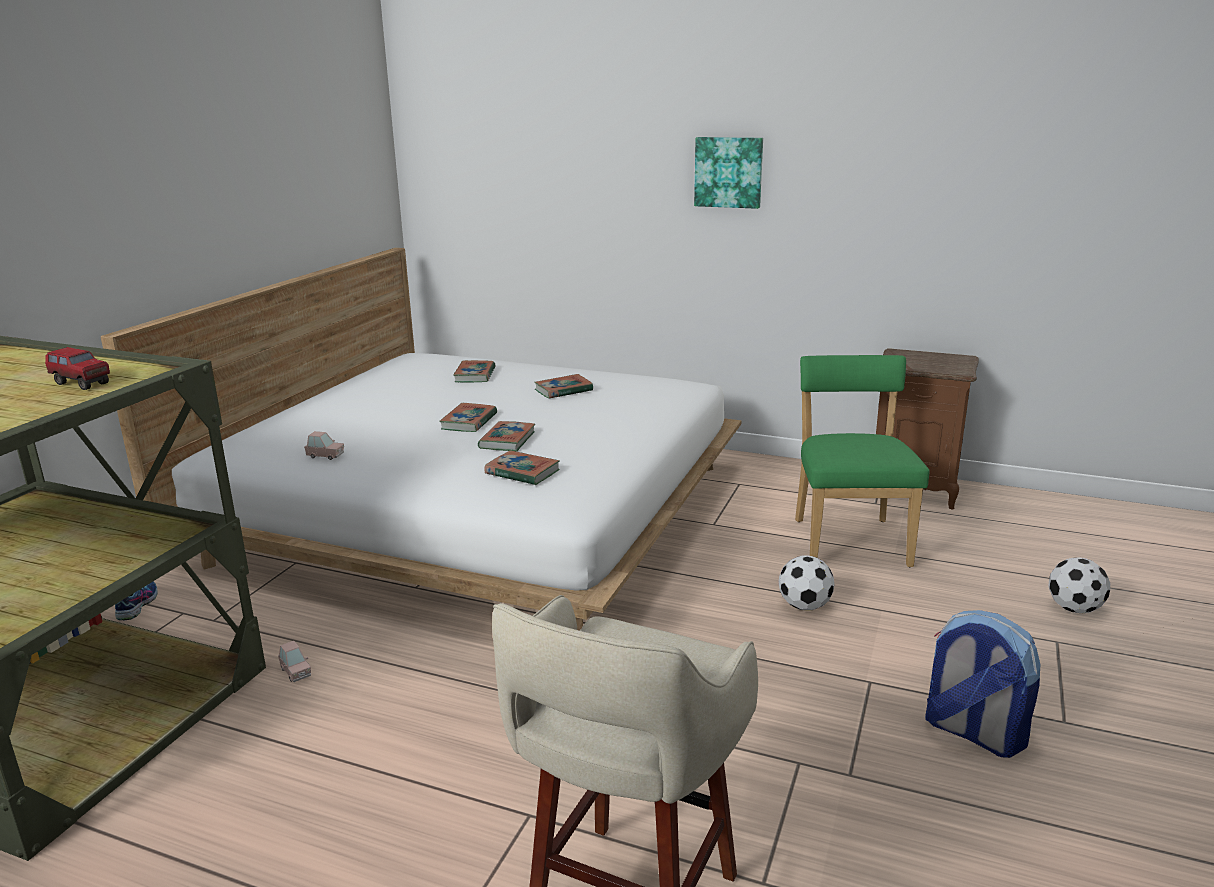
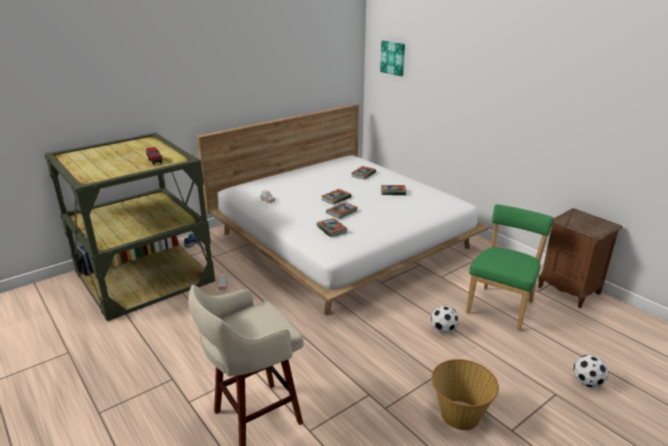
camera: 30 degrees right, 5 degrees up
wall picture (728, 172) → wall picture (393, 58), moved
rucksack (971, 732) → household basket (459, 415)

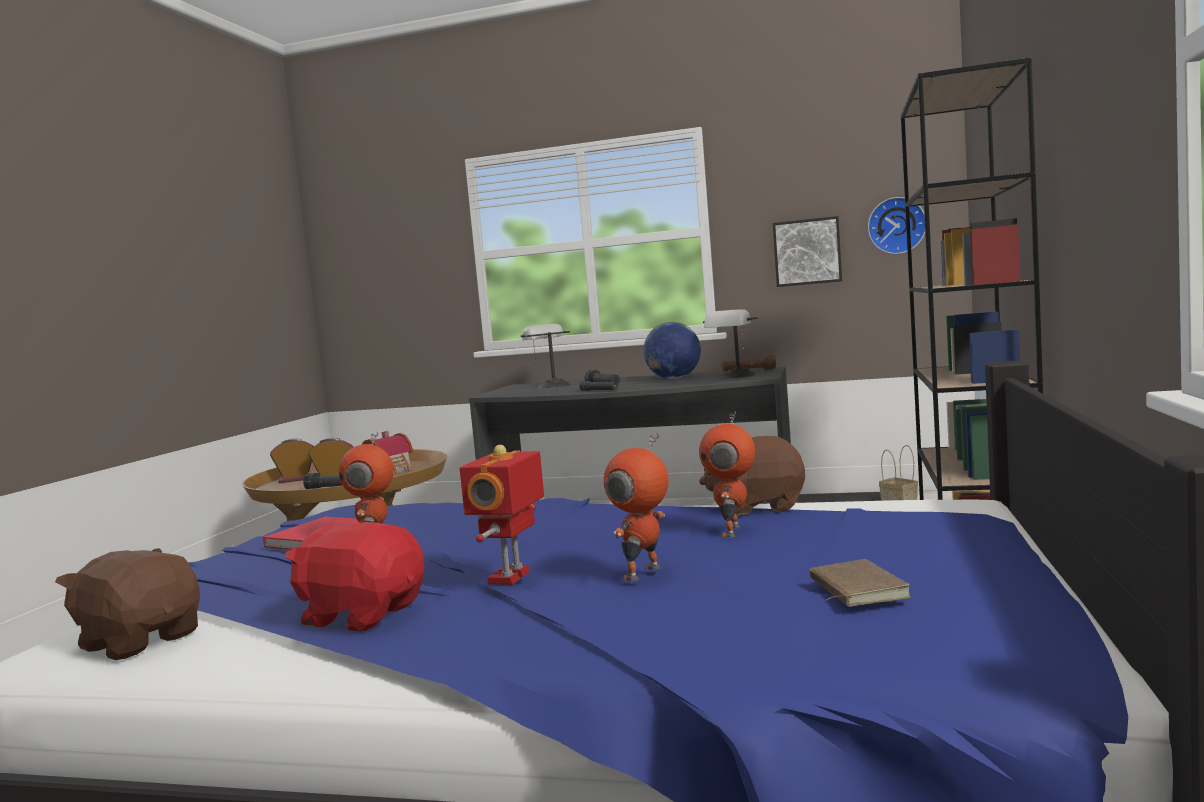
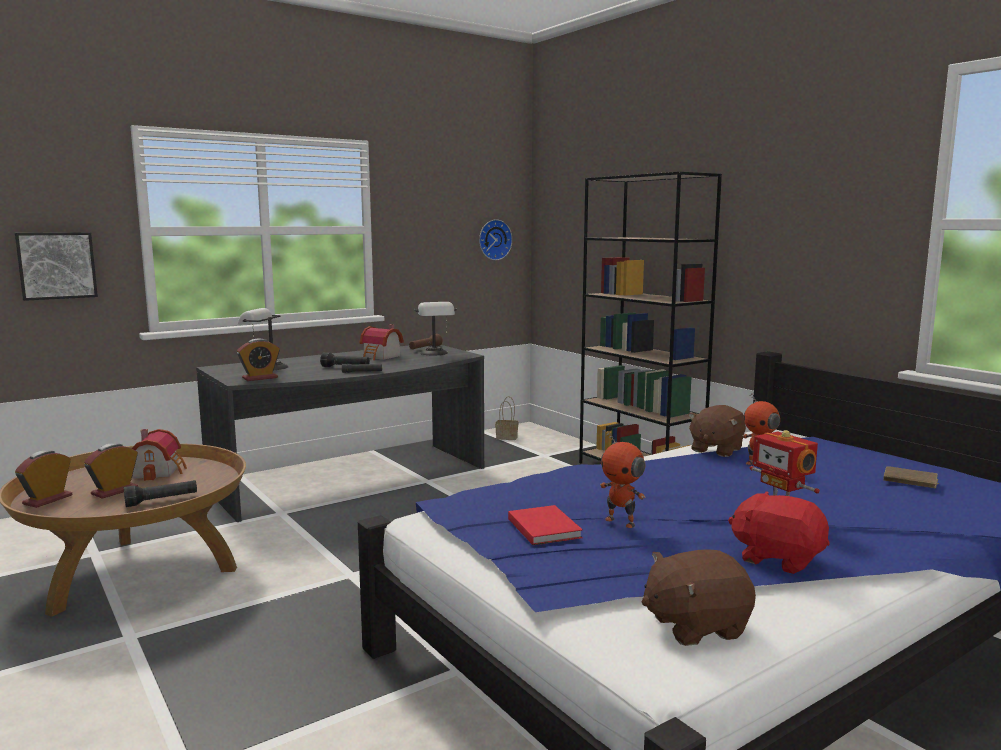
camera: 50 degrees left, 5 degrees up
model robot (644, 573) → -
- → table clock (260, 378)
wall picture (807, 252) → wall picture (56, 265), moved
globe (674, 378) → toy house (381, 357)
reddish plush toy (362, 615) → reddish plush toy (777, 558), 60 degrees clockwise

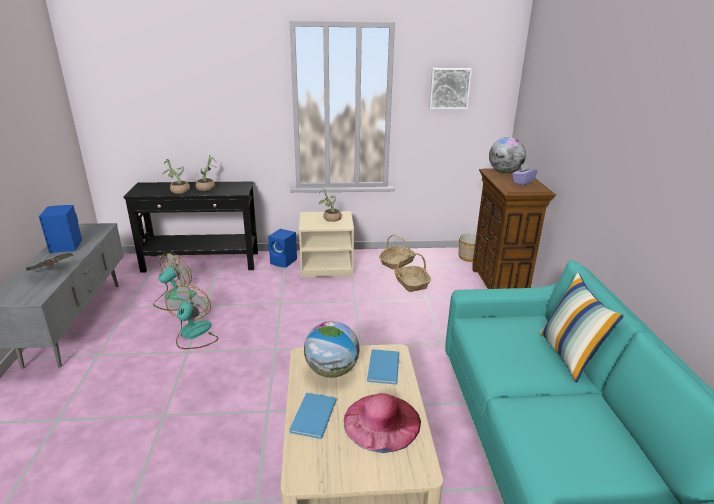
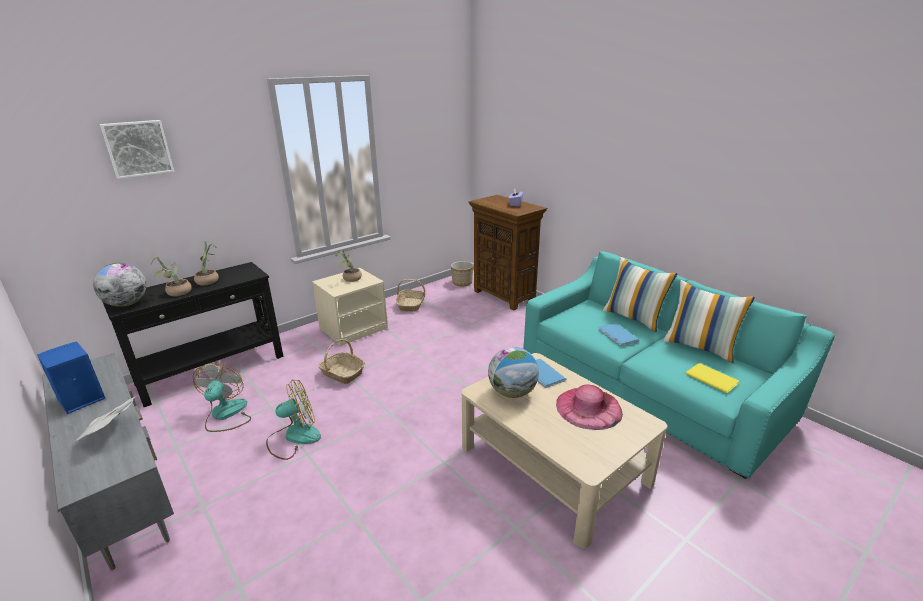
camera: 35 degrees left, 0 degrees up
blue speaker (284, 262) → -
- → pillow (700, 347)
- → yellow volume (711, 378)
blue volume (311, 417) → blue volume (617, 336), moved
household basket (411, 283) → household basket (342, 373), moved
wall picture (449, 88) → wall picture (138, 148), moved
globe (504, 172) → globe (127, 304), moved
electric fan (193, 335) → electric fan (294, 437), 105 degrees clockwise

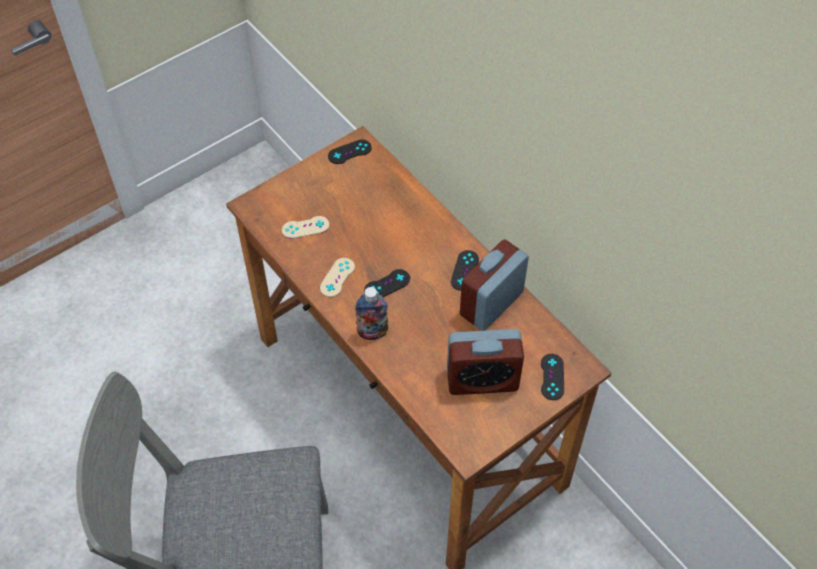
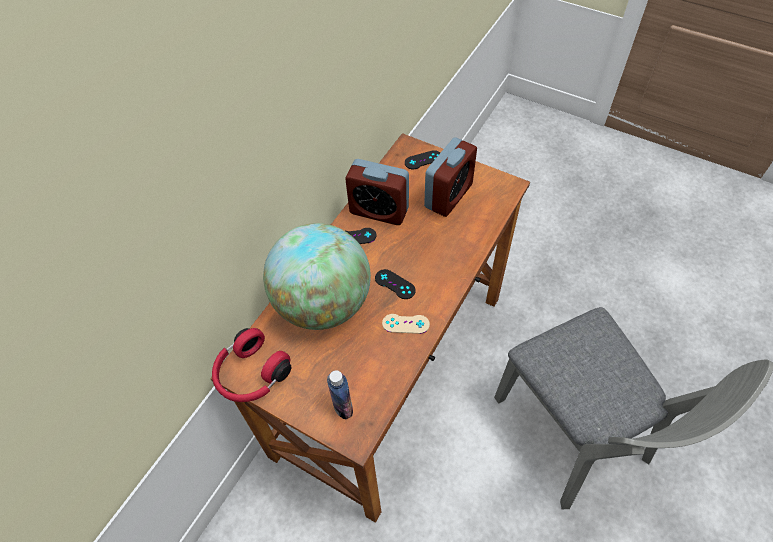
camera: 110 degrees left, 0 degrees up
beige joypad (305, 227) → -
- → globe (323, 303)
bottle (372, 332) → bottle (343, 407), moved
black-coloured joypad (349, 152) → reddish headphones (251, 375)
table clock (482, 380) → table clock (448, 196), 60 degrees clockwise

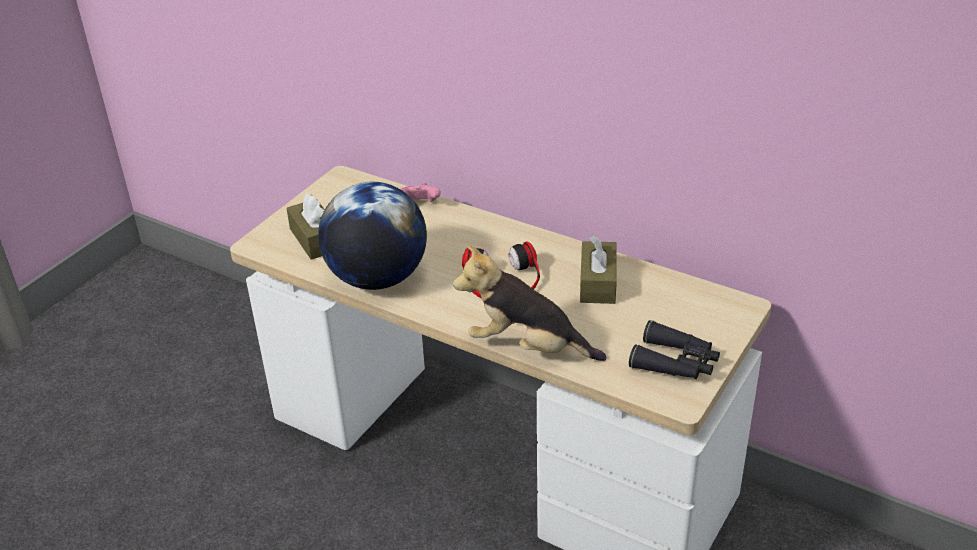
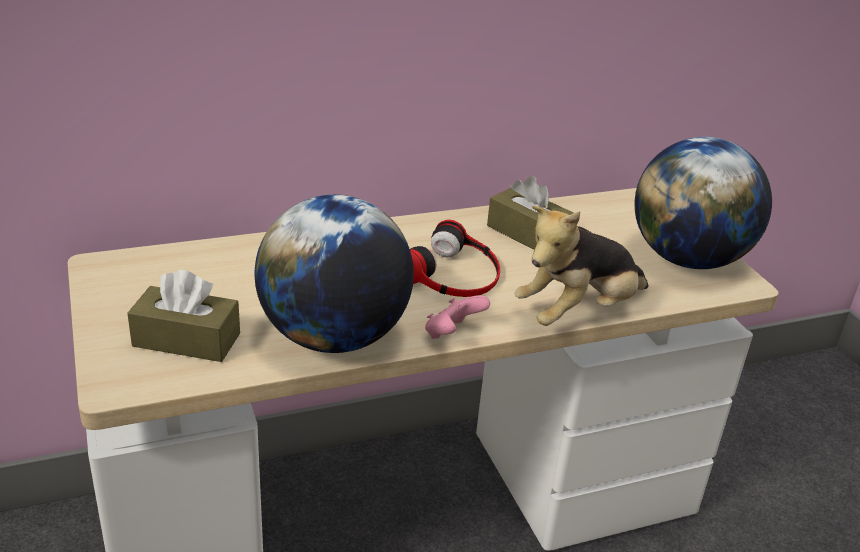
camera: 55 degrees left, 5 degrees down
pinkish joypad (419, 205) → pinkish joypad (452, 334), moved
black-coloured field glasses (676, 362) → globe (688, 259)

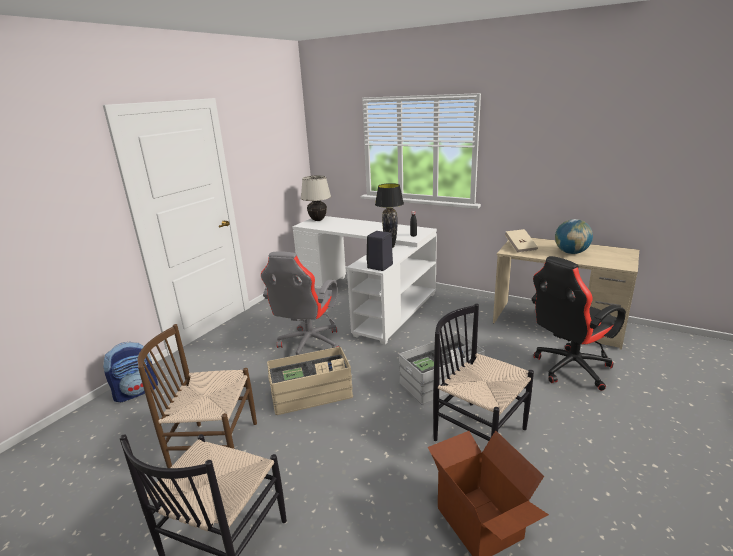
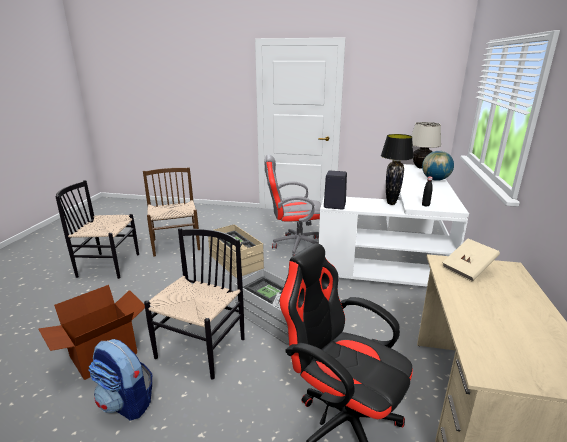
camera: 70 degrees right, 0 degrees up
rucksack (136, 392) → rucksack (126, 403), moved
globe (571, 252) → globe (435, 180), moved

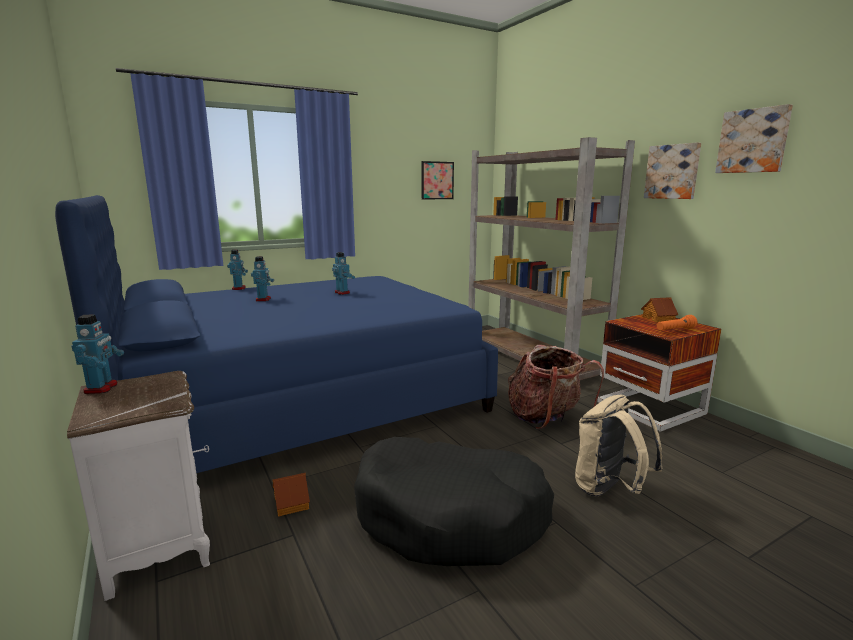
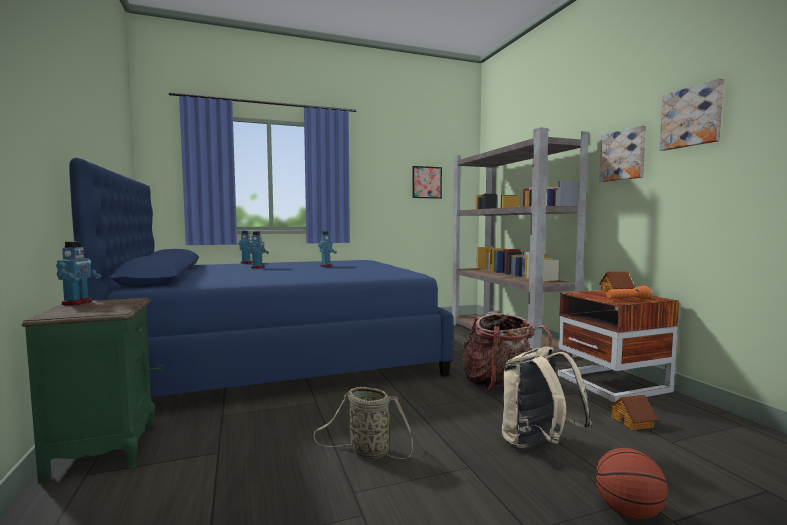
camera: 10 degrees right, 10 degrees down
- → basketball ball (628, 512)
toy house (292, 503) → toy house (632, 422), moved
black-coloured dog bed (450, 516) → household basket (366, 452)
white-coloured bedside table (161, 547) → greenish bedside table (106, 450)

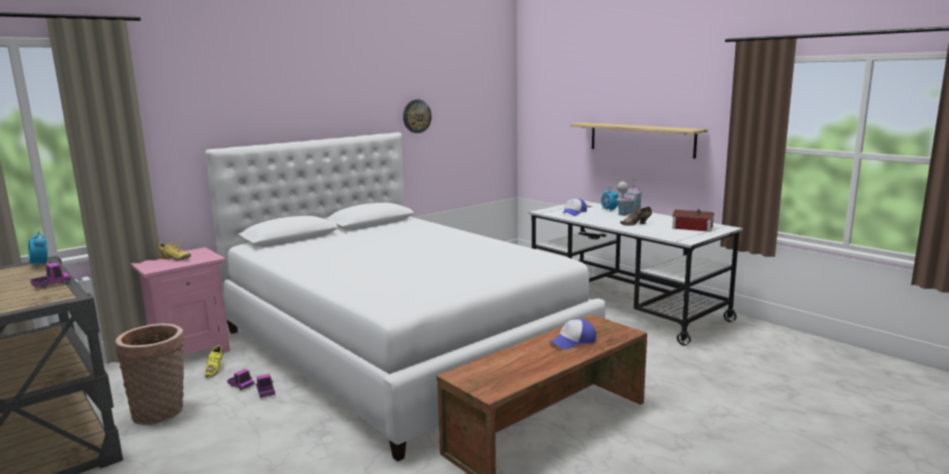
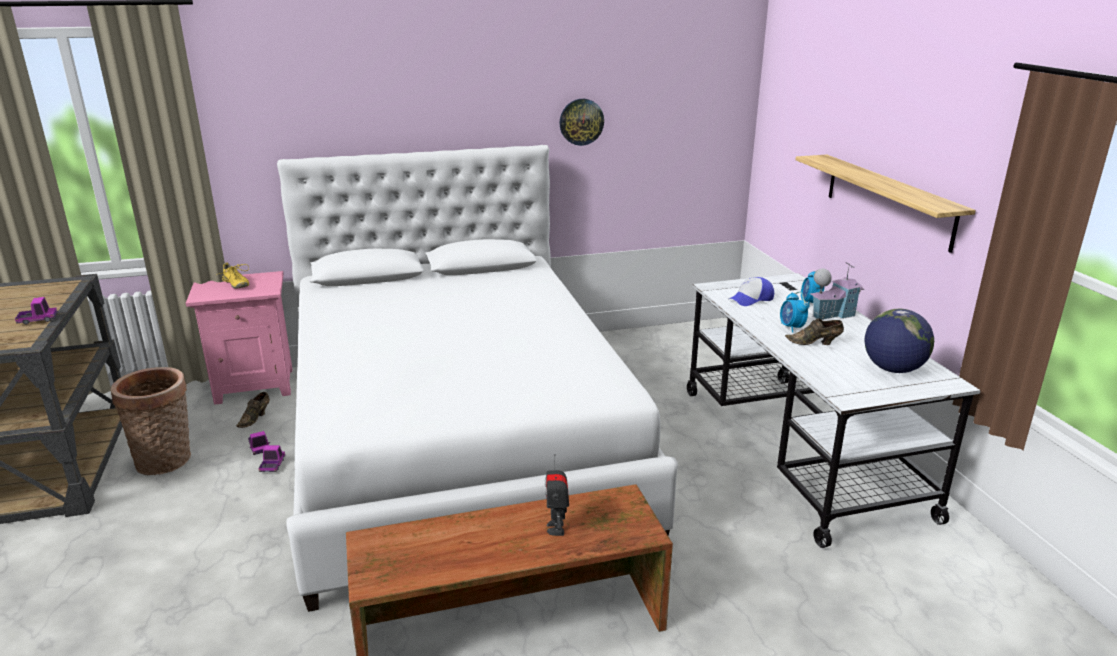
camera: 25 degrees right, 10 degrees up
table clock (40, 264) → table clock (791, 327), moved
baseball cap (573, 341) → model robot (556, 528)
toy house (691, 227) → globe (893, 369)
yellow shoe (215, 370) → brown-coloured shoe (255, 418)

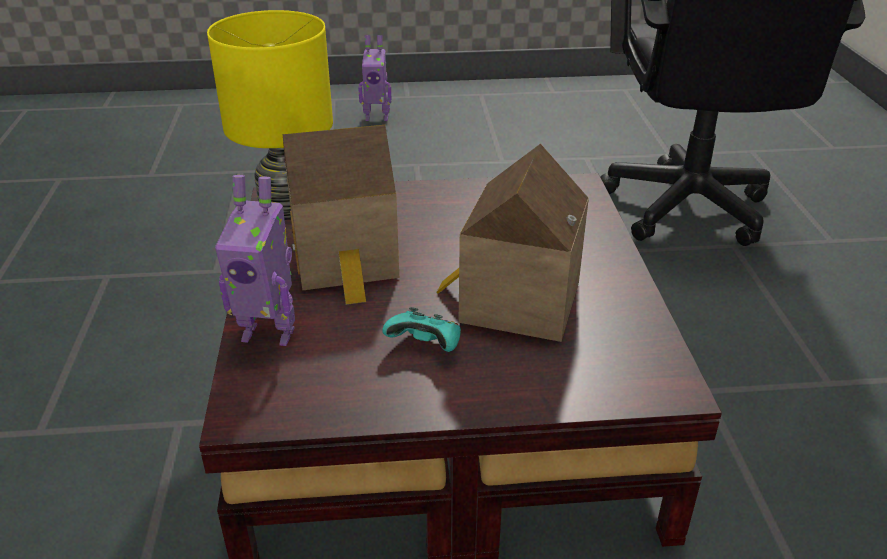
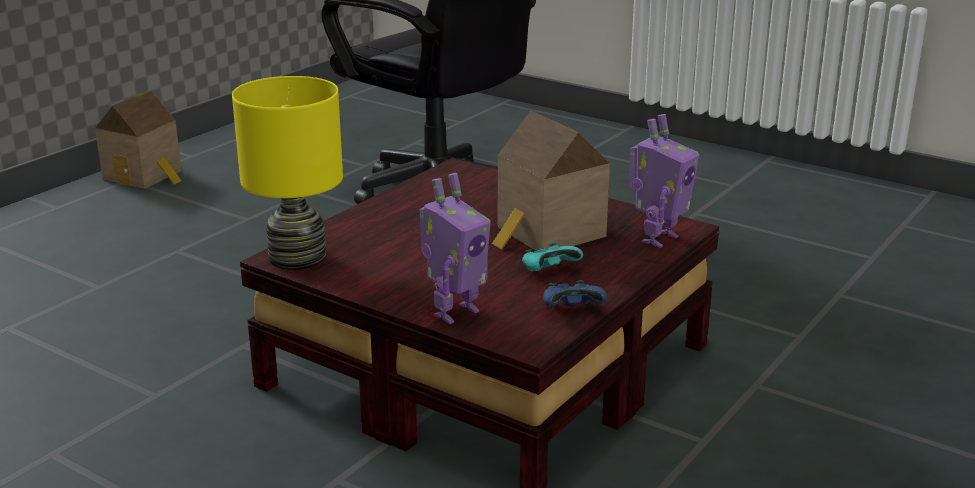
camera: 50 degrees left, 10 degrees down
- → blue joypad (572, 310)
toy house (347, 261) → toy house (145, 176), moved
model robot (377, 117) → model robot (657, 238), moved

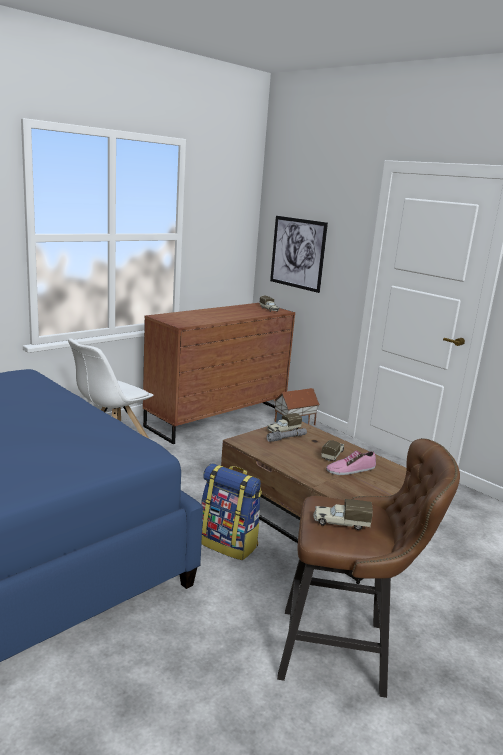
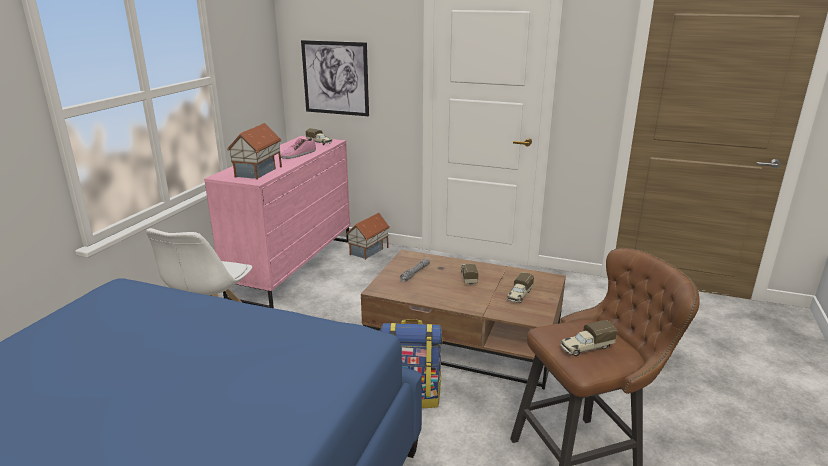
camera: 25 degrees left, 5 degrees up
- → toy house (259, 172)
toy lorry (283, 430) → toy lorry (519, 295), moved
shoe (350, 469) → shoe (298, 154), moved
brown-coloured drawer chest (217, 418) → pinkish drawer chest (292, 267)

